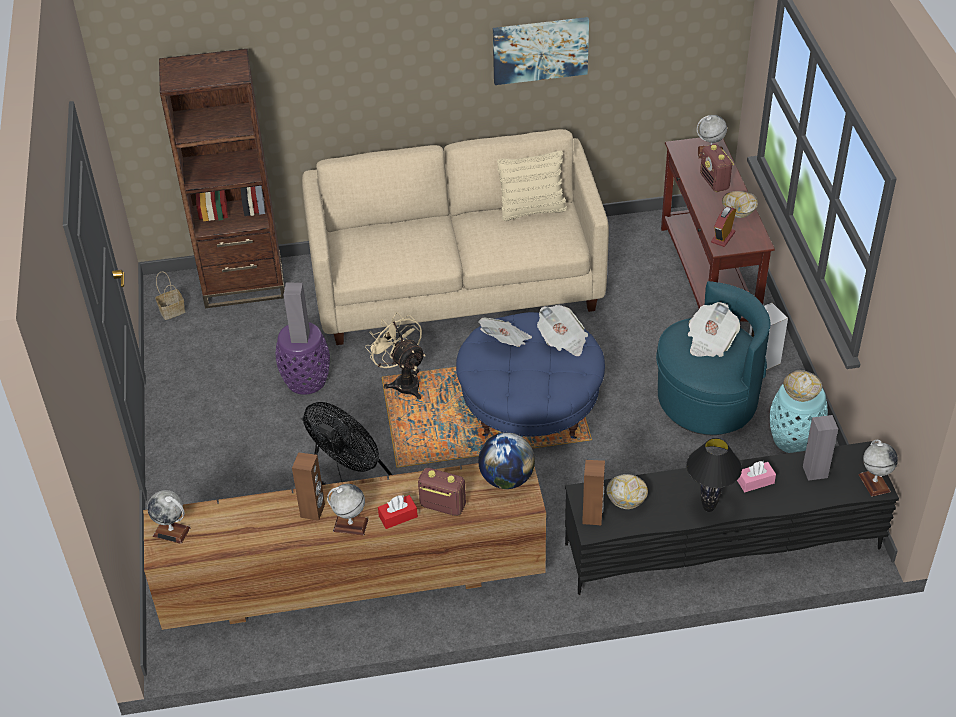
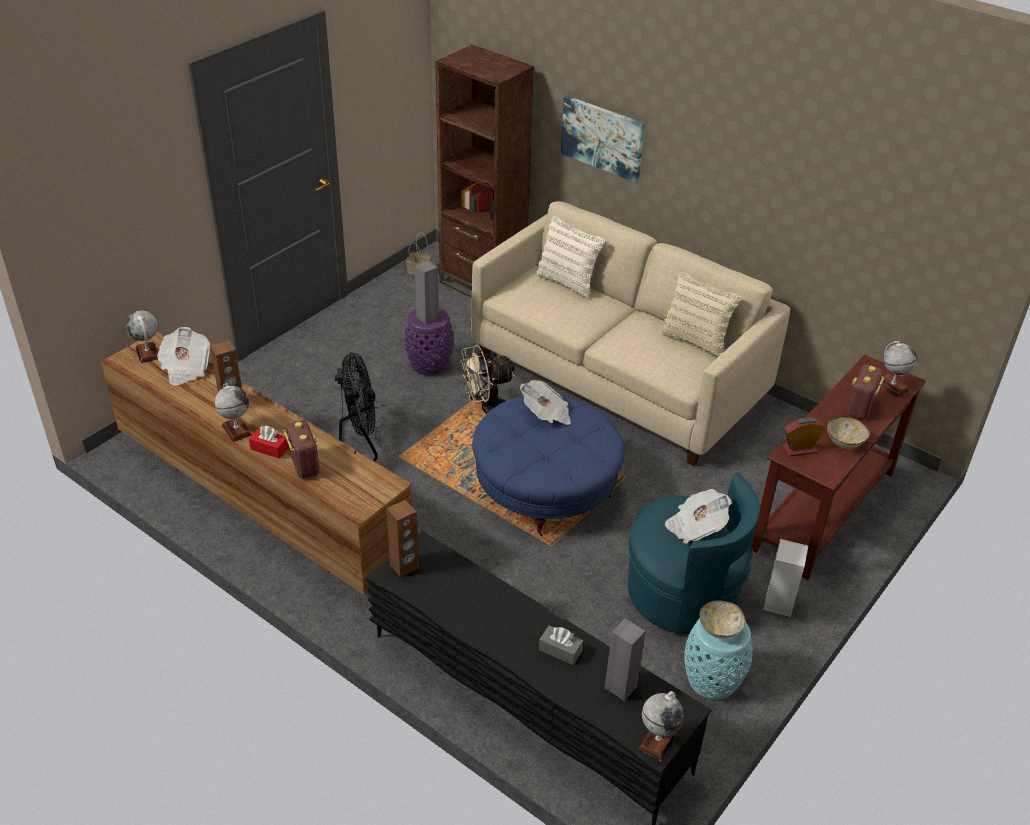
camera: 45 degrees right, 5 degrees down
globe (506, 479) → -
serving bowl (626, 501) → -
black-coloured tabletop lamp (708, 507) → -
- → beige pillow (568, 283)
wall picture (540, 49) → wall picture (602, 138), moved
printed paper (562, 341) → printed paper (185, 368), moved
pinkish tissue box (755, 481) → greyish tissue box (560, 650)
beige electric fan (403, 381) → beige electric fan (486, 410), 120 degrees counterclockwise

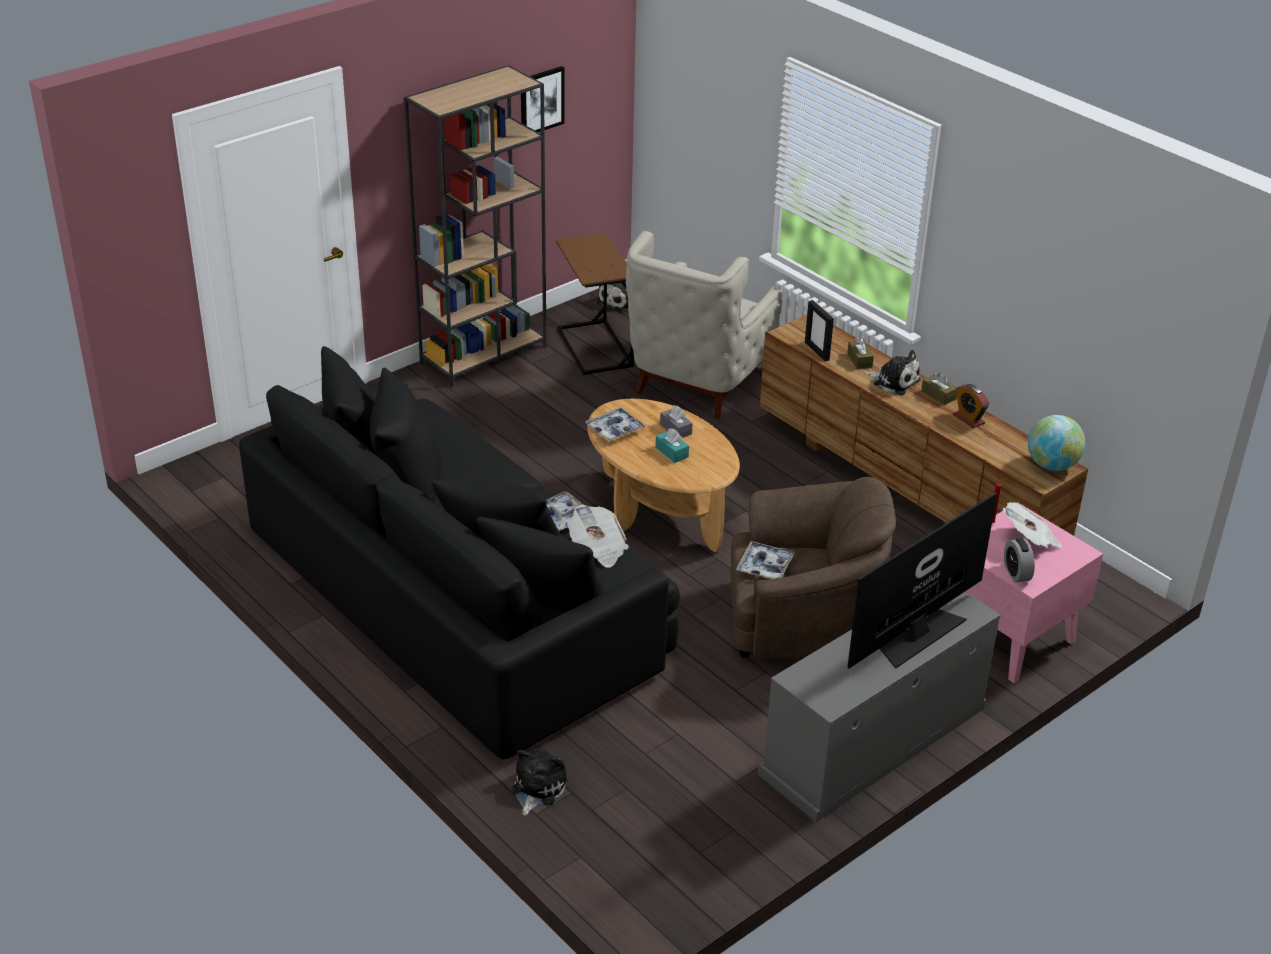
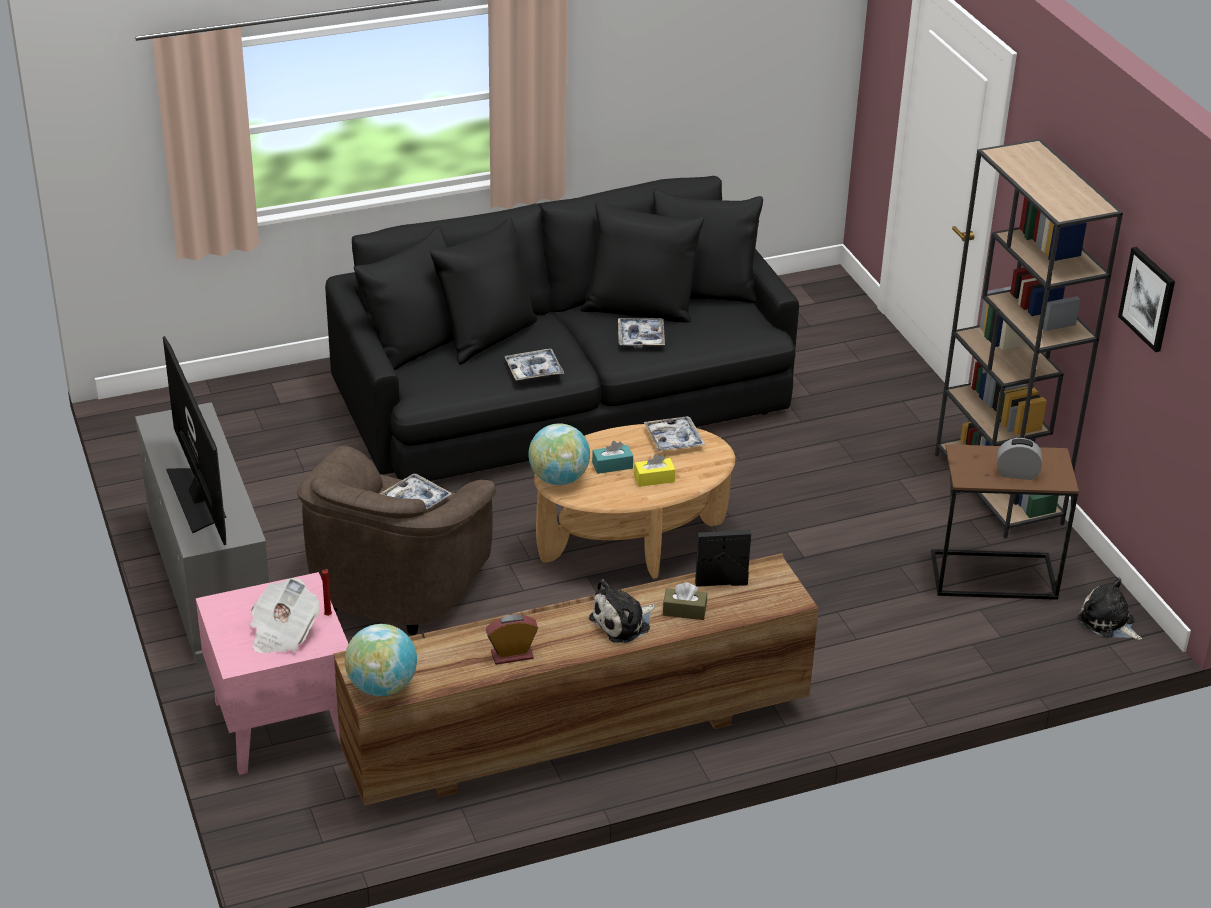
camera: 110 degrees right, 0 degrees up
plush toy (537, 788) → -
printed paper (598, 549) → -
beige armchair (697, 383) → -
brown-coloured tissue box (938, 395) → -
- → globe (559, 478)
- → serving tray (641, 337)
table clock (1016, 573) → table clock (1017, 474), moved
greyish tissue box (675, 429) → yellow tissue box (654, 478)

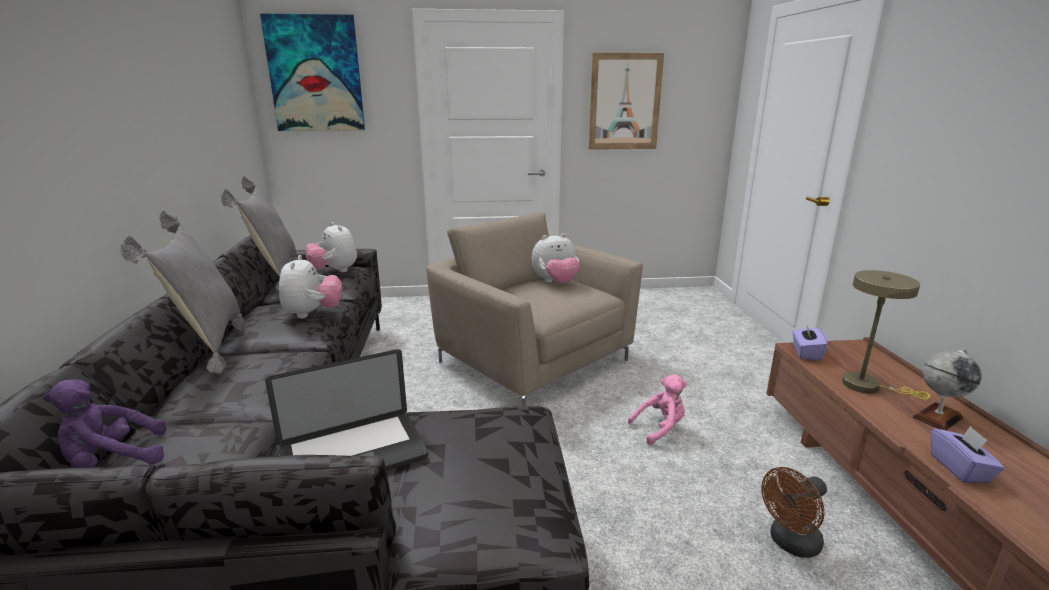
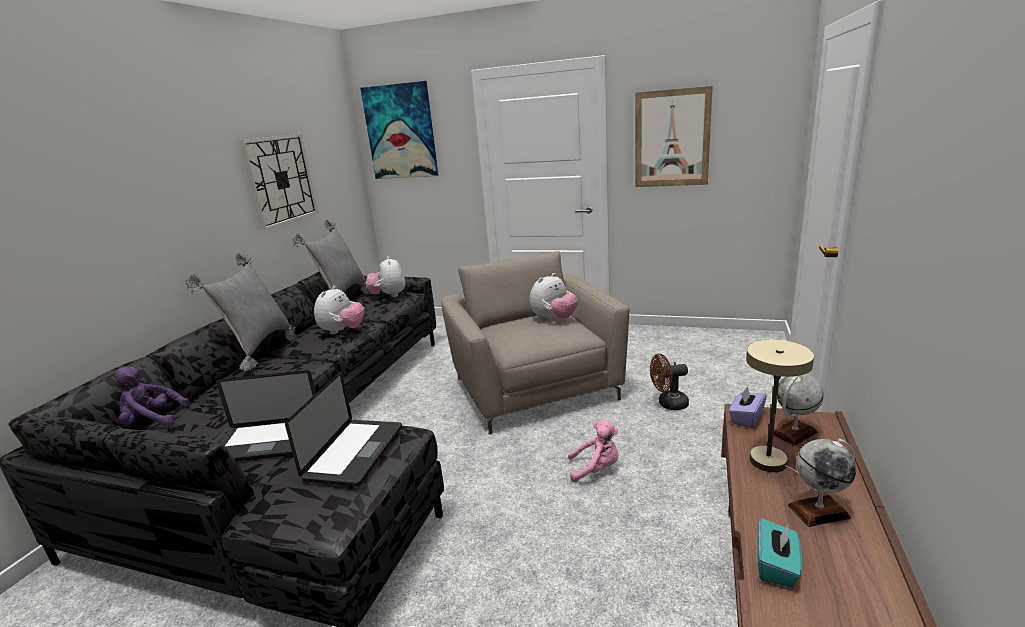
camera: 25 degrees right, 0 degrees up
- → clock on the wall (280, 180)
- → laptop (355, 453)
- → globe (794, 433)
brown-coloured electric fan (790, 543) → brown-coloured electric fan (668, 404), moved
purplish tissue box (960, 468) → turquoise tissue box (776, 567)
plush toy (555, 282) → plush toy (554, 319), 45 degrees counterclockwise

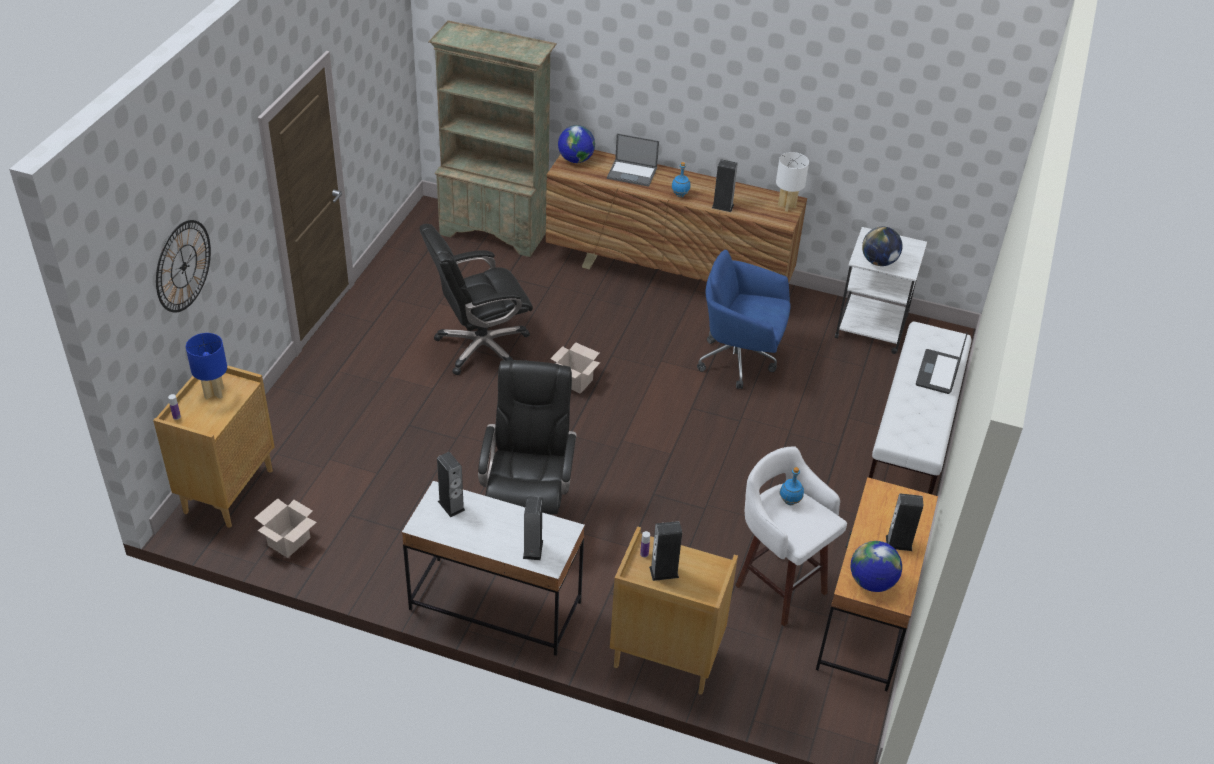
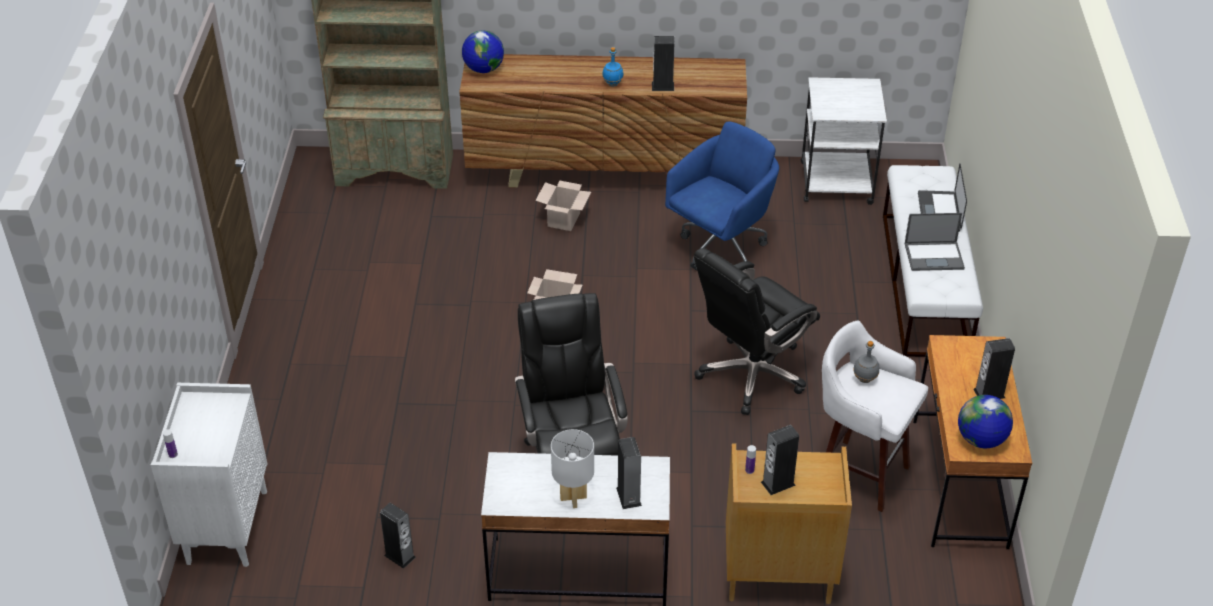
camera: 15 degrees left, 0 degrees up
clock on the wall (183, 266) → -
blue tabletop lamp (214, 393) → -
globe (878, 262) → -
cardboard box (289, 542) → cardboard box (564, 220), moved
black-coloured computer chair (480, 347) → black-coloured computer chair (752, 374), moved
speaker (451, 505) → speaker (399, 556), moved
laptop (632, 173) → laptop (934, 256), moved
white-coloured tabletop lamp (787, 206) → white-coloured tabletop lamp (574, 497), moved
brown-coloured cupboard (229, 490) → white-coloured cupboard (227, 526)
blue bottle (789, 501) → greyish bottle (864, 379)
blue computer chair (739, 363) → blue computer chair (719, 251), 135 degrees clockwise

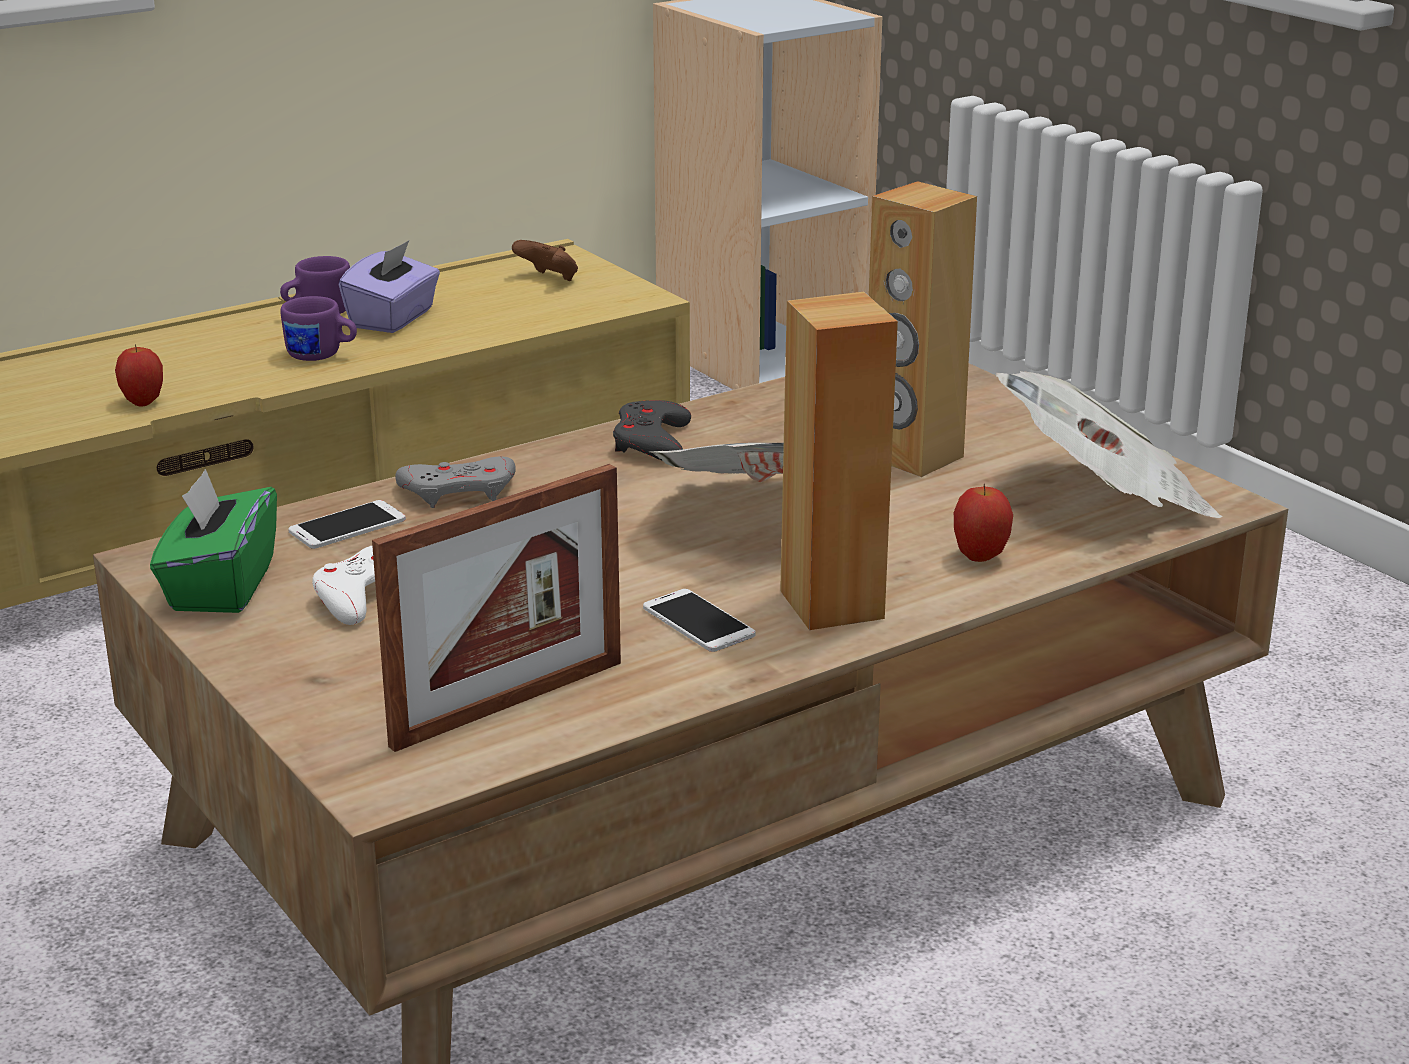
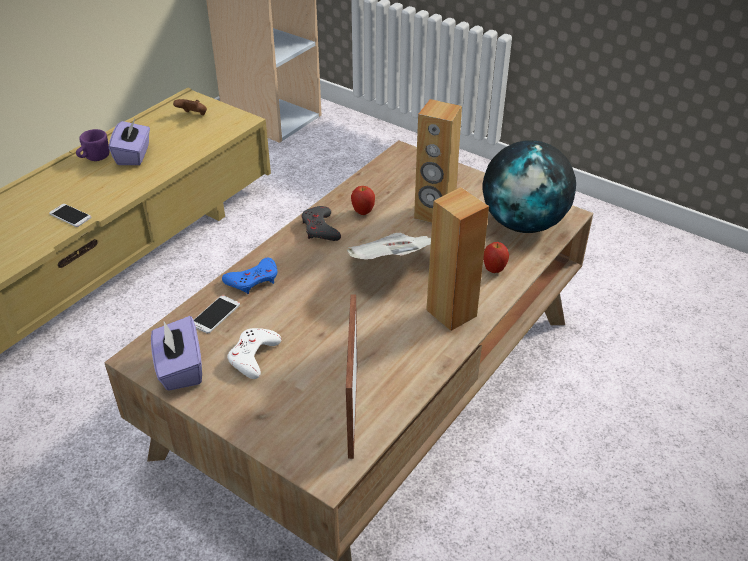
camera: 20 degrees left, 15 degrees up
purplish mug (322, 356) → -
apple (143, 403) → apple (363, 212), moved
handset (698, 622) → handset (70, 216), moved
printed paper (1105, 499) → globe (523, 223)
greenish tissue box (220, 586) → purplish tissue box (180, 369)
greyish joypad (459, 491) → blue joypad (253, 280)
standing frame (508, 703) → standing frame (352, 409), 150 degrees clockwise

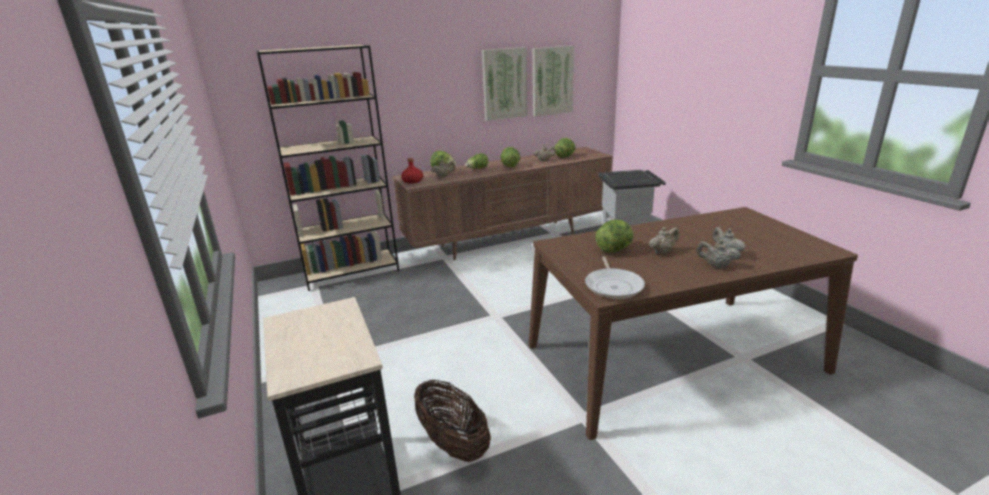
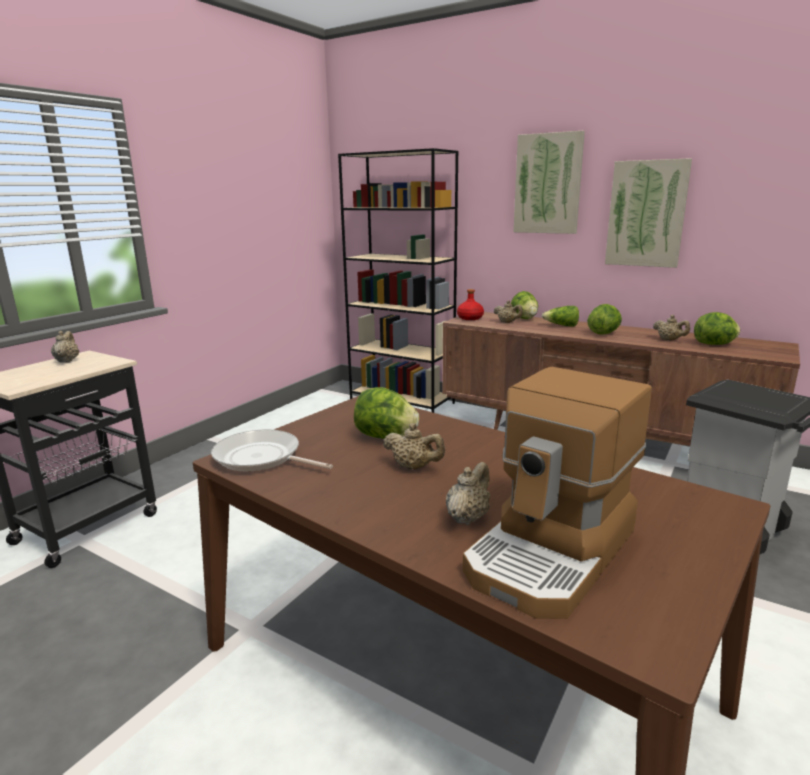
camera: 55 degrees right, 5 degrees down
household basket (453, 443) → -
- → coffee brewer (553, 553)
wall picture (552, 81) → wall picture (548, 184), moved
beige tea pot (716, 266) → beige tea pot (67, 361), moved
skillet (613, 286) → skillet (261, 458), 60 degrees clockwise

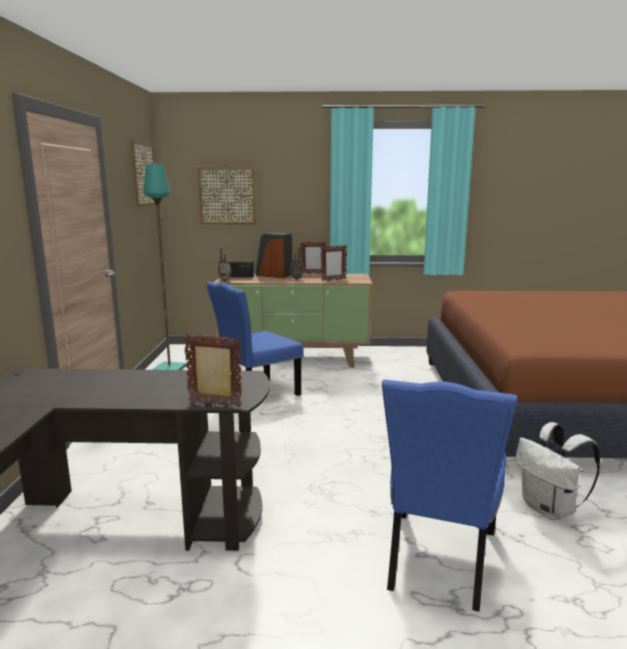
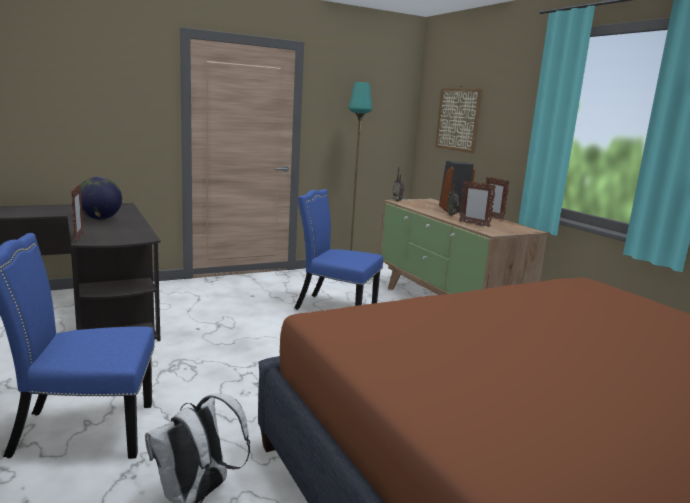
camera: 60 degrees right, 0 degrees up
wall picture (143, 173) → -
radio (238, 276) → -
- → globe (100, 219)

